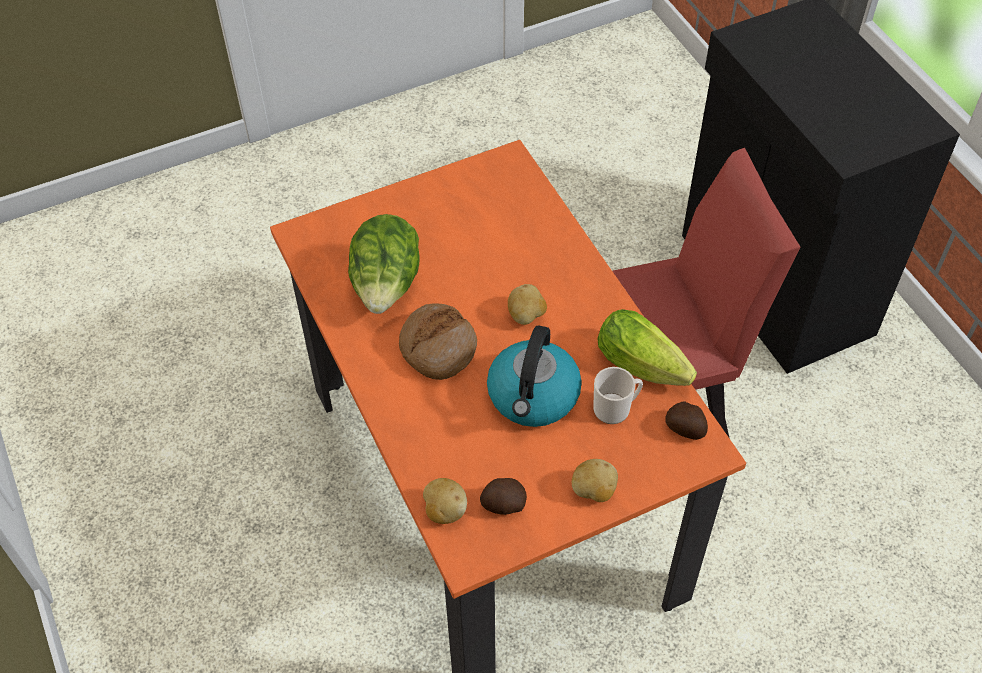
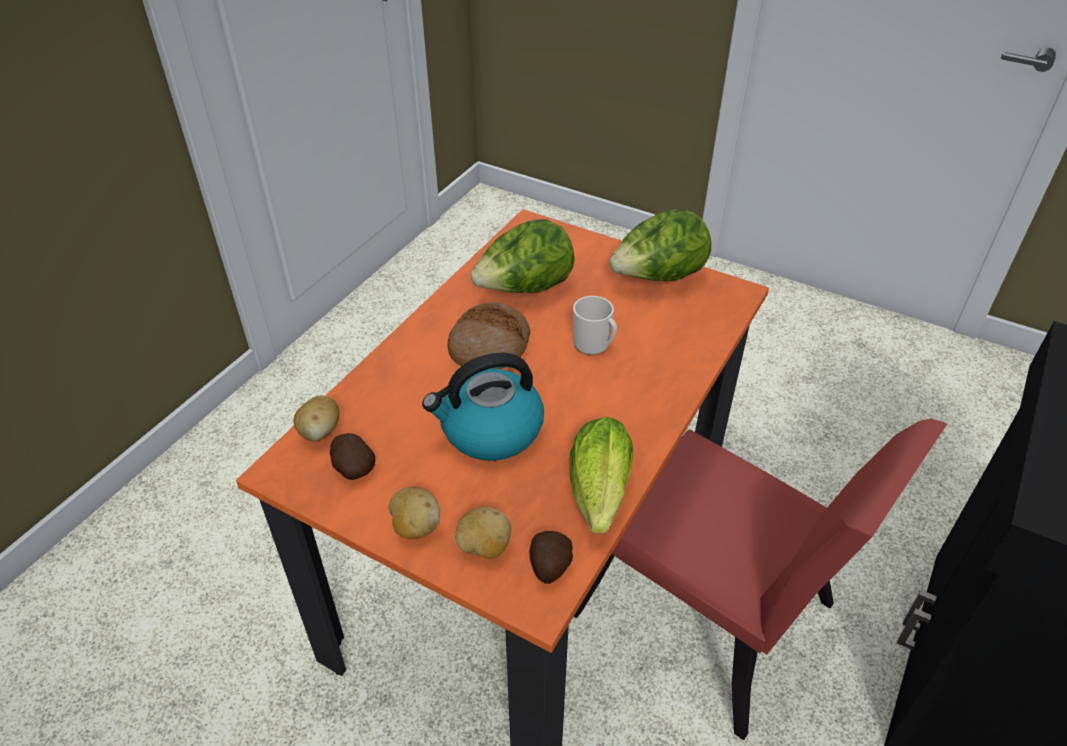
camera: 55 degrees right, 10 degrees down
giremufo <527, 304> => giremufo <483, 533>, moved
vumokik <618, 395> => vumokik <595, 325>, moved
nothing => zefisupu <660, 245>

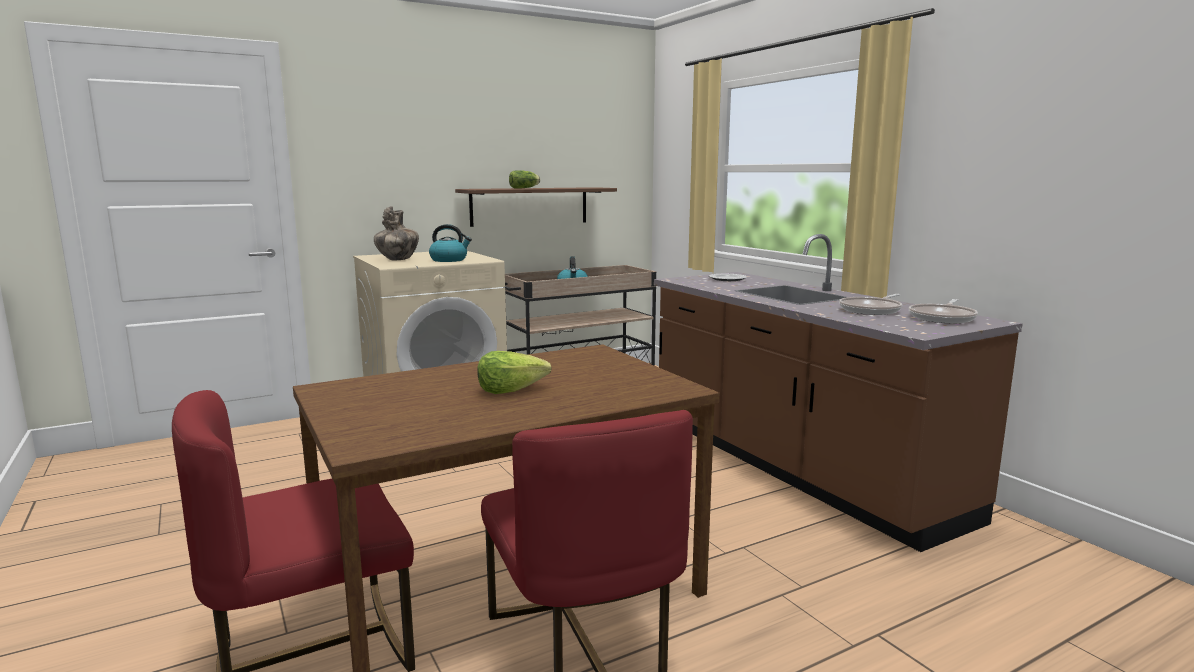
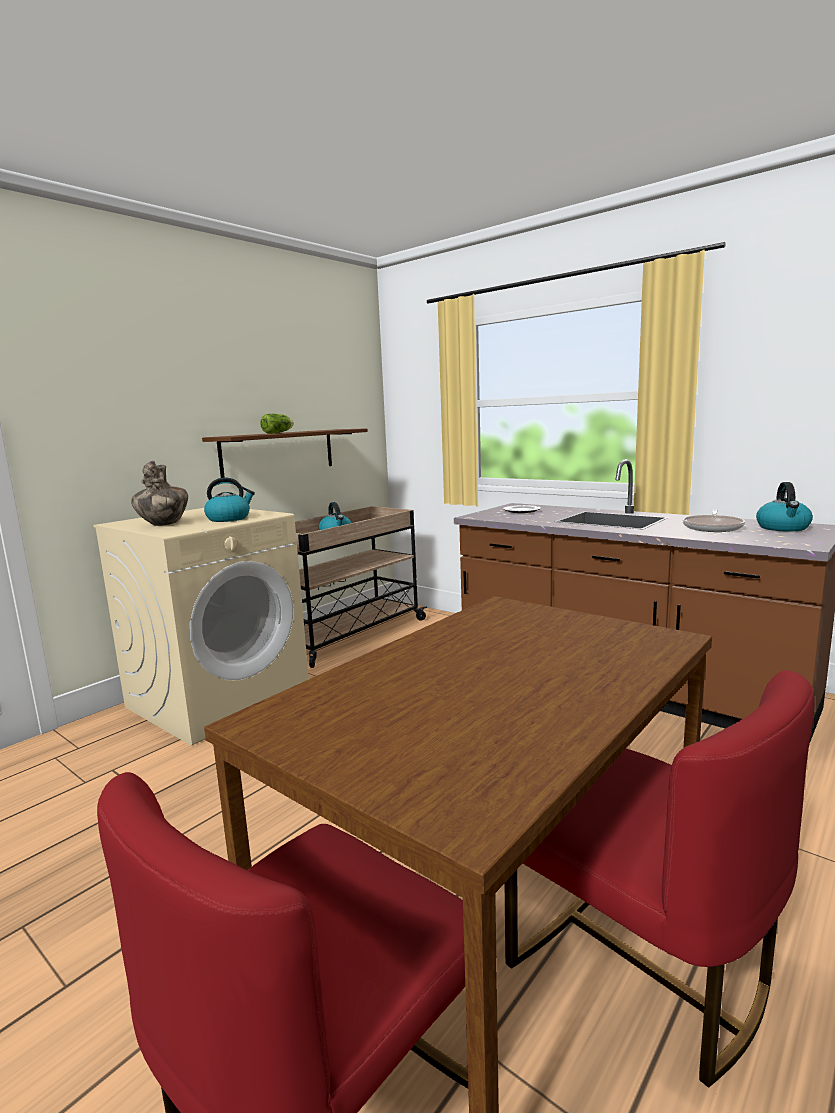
camera: 20 degrees left, 0 degrees up
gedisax <943, 311> => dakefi <784, 507>
zefisupu <514, 372> => nothing

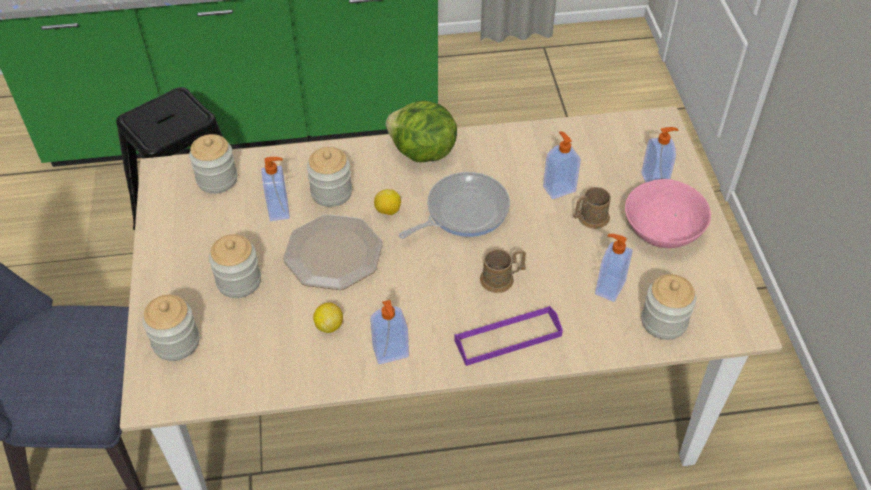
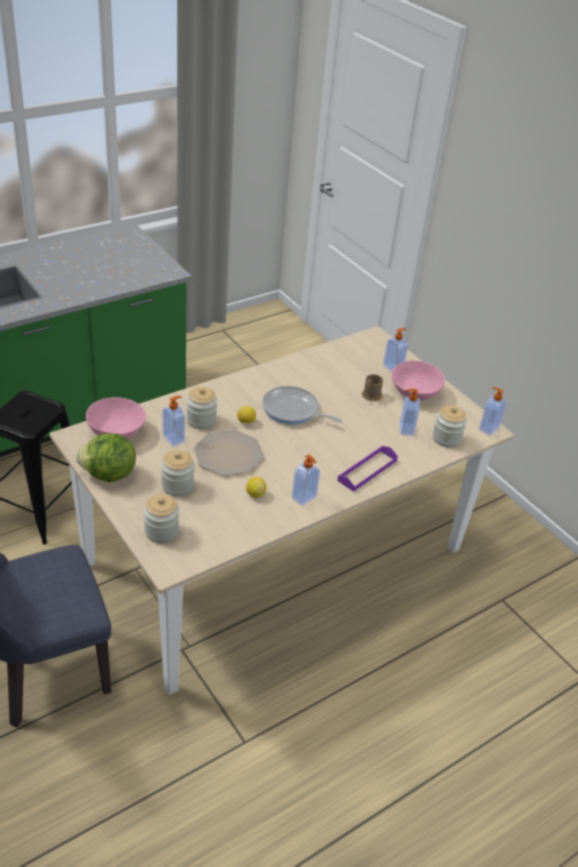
camera: 30 degrees left, 10 degrees down
zefisupu <421, 131> => zefisupu <106, 458>, moved
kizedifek <562, 165> => kizedifek <493, 411>, moved
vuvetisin <213, 164> => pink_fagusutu <116, 418>
gedisax <454, 205> => gedisax <302, 405>, 90 degrees counterclockwise
brown_vumokik <503, 271> => nothing

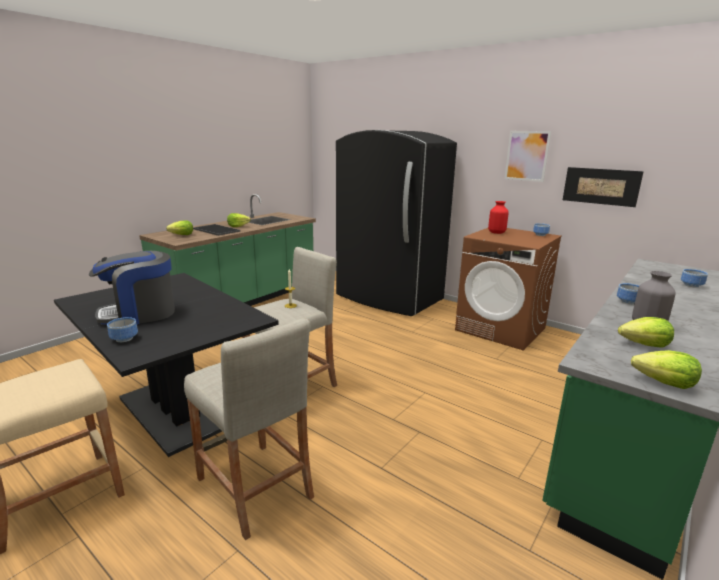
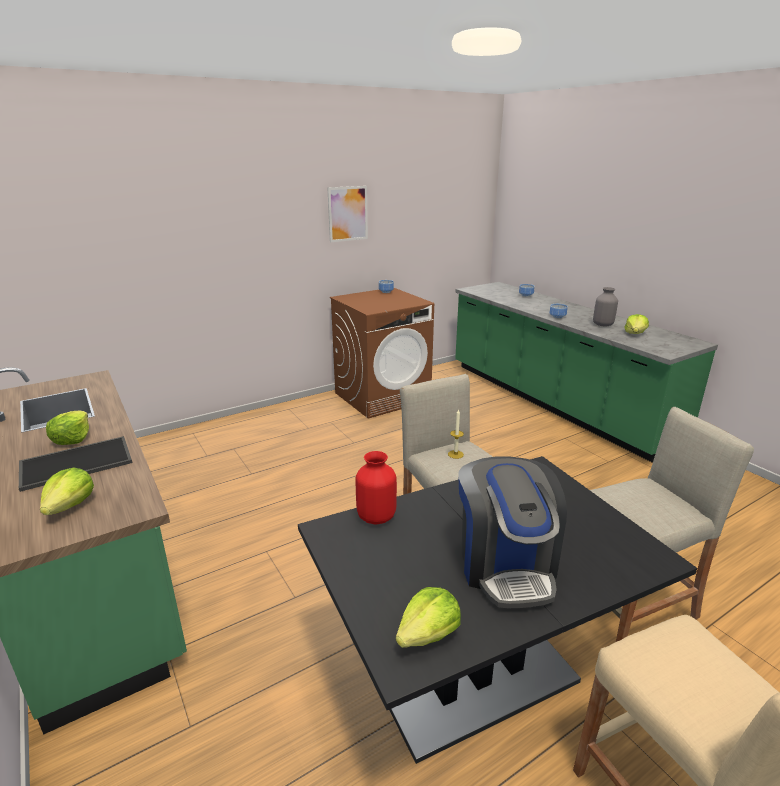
camera: 70 degrees left, 5 degrees up
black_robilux <396, 223> => nothing
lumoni <603, 187> => nothing
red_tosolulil <498, 217> => red_tosolulil <376, 487>, moved
fagusutu <122, 329> => nothing
zefisupu <666, 369> => zefisupu <428, 617>, moved

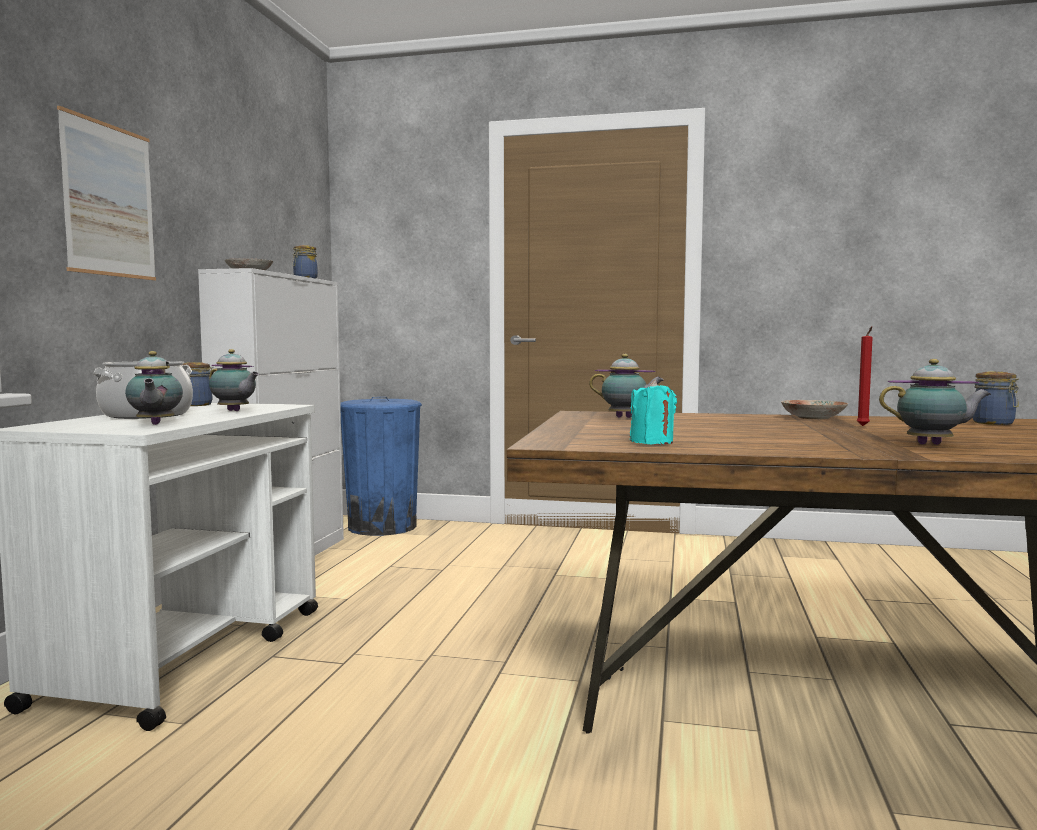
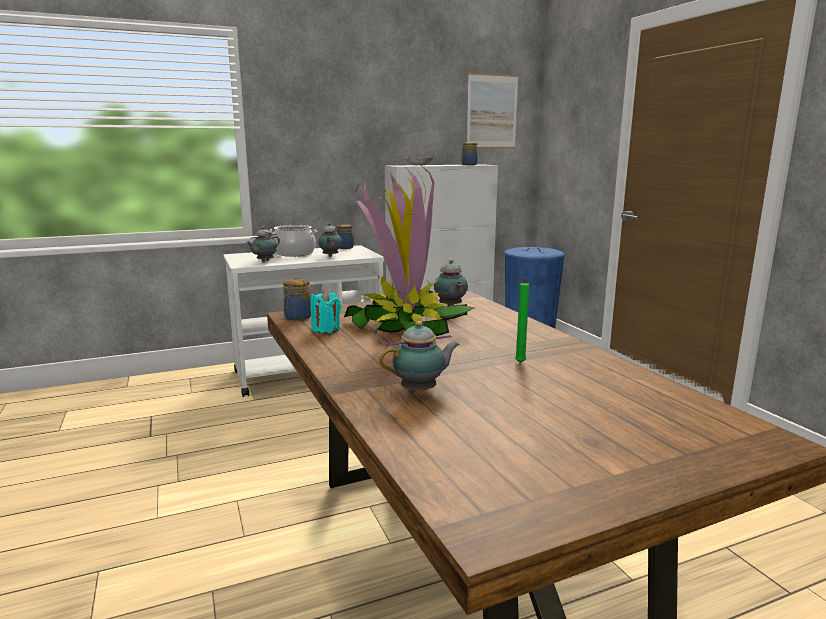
camera: 55 degrees right, 10 degrees up
lumoni <106, 193> => lumoni <493, 110>, moved
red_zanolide <865, 376> => green_zanolide <522, 319>
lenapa <935, 402> => lenapa <419, 356>, 90 degrees counterclockwise
vuvetisin <996, 398> => vuvetisin <297, 299>, moved
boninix <814, 410> => nothing
nothing => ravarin <409, 250>

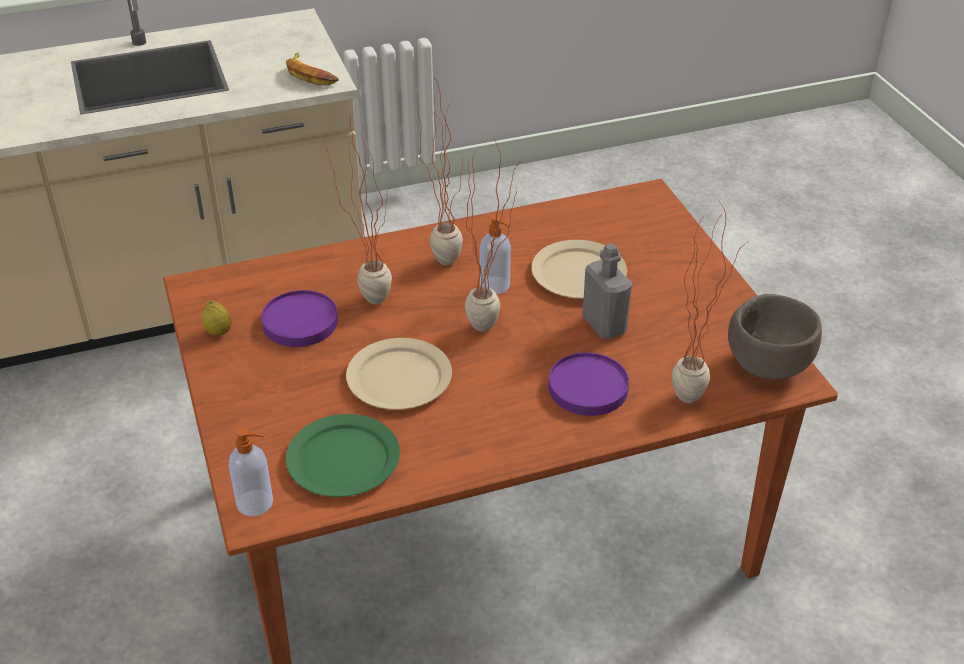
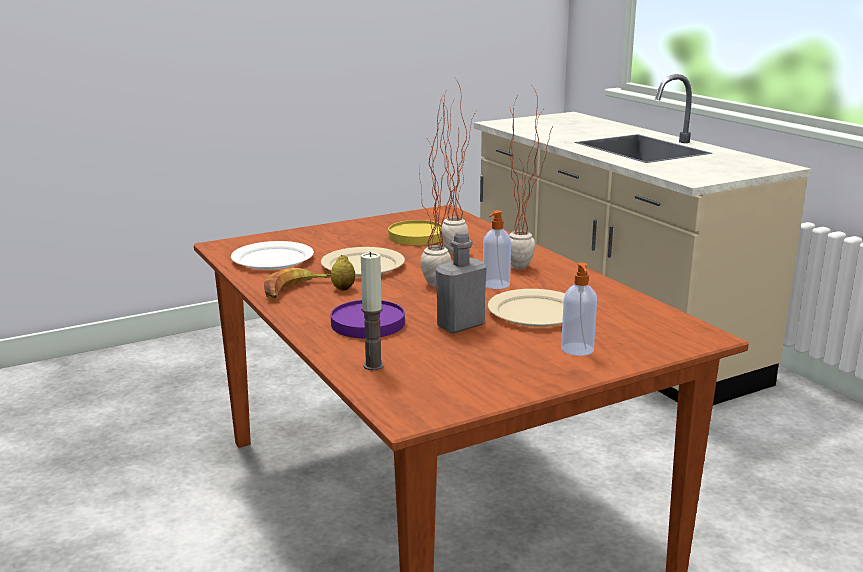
camera: 80 degrees right, 20 degrees down
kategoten <312, 68> => kategoten <297, 283>, moved
ravarin <709, 301> => zanolide <372, 311>
purple_boninix <299, 318> => yellow_boninix <414, 232>
brown_fagusutu <775, 336> => nothing
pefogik <216, 318> => pefogik <343, 273>, moved
green_boninix <343, 455> => white_boninix <272, 255>
kizedifek <250, 472> => kizedifek <579, 309>, moved

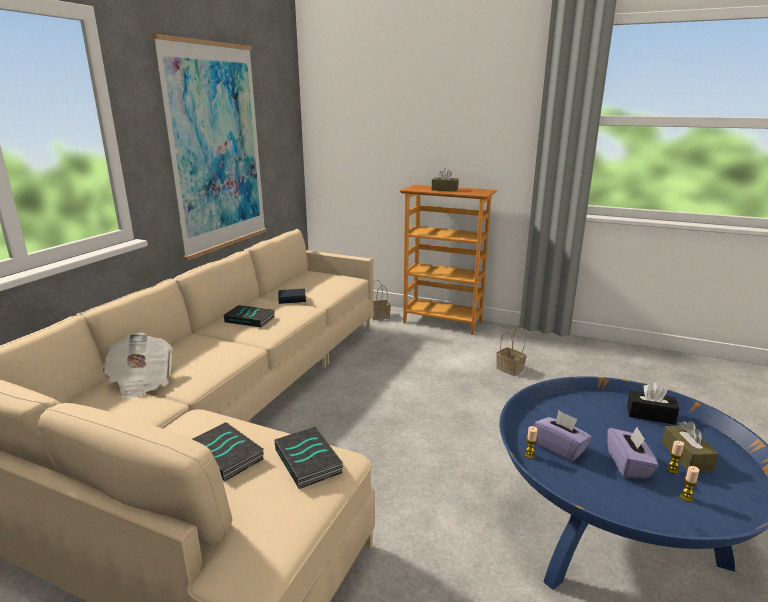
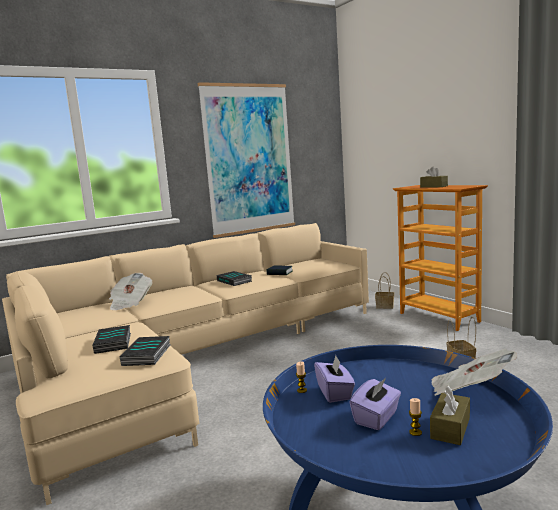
camera: 35 degrees right, 10 degrees down
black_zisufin <653, 404> => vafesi <474, 372>
zanolide <689, 484> => nothing

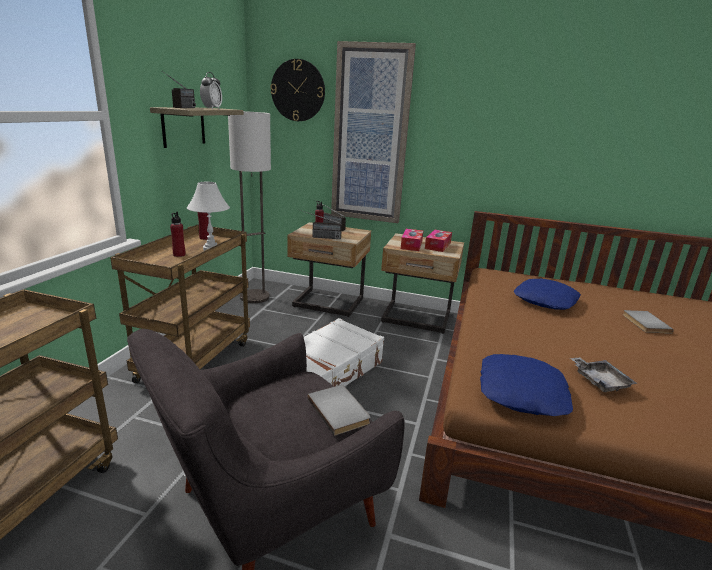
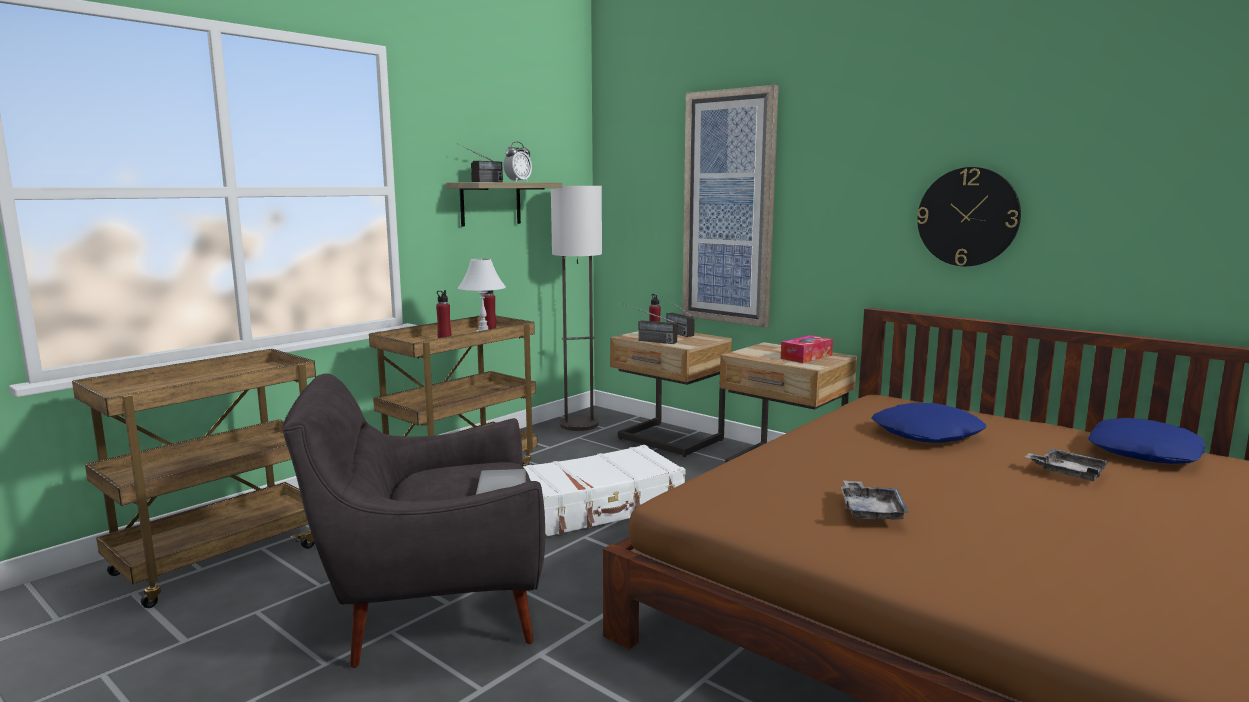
camera: 25 degrees right, 10 degrees down
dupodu <297, 90> => dupodu <969, 216>, moved
zisufin <412, 240> => nothing
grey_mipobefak <648, 322> => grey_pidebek <1067, 464>
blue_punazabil <526, 385> => blue_punazabil <1146, 441>, moved

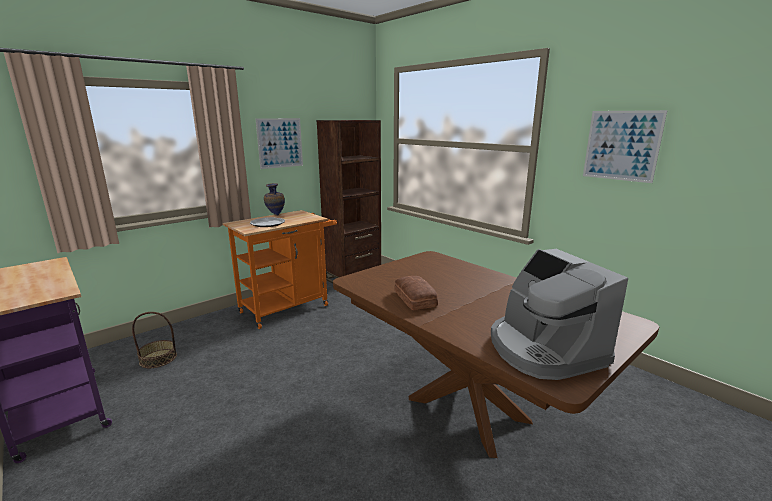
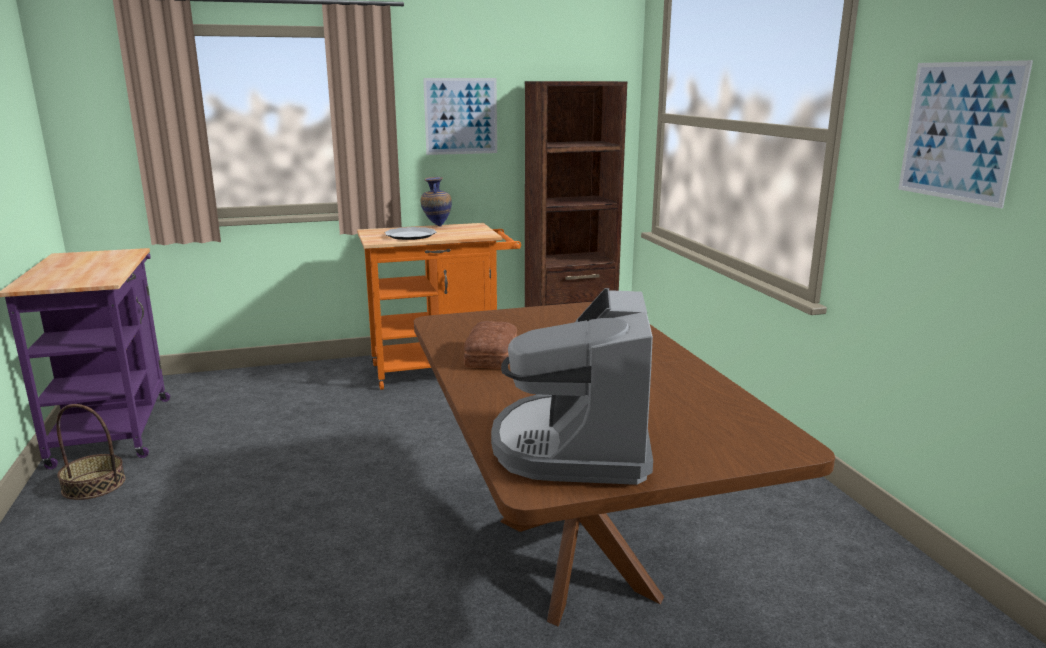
camera: 25 degrees right, 0 degrees up
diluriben <154, 340> => diluriben <90, 452>, moved

